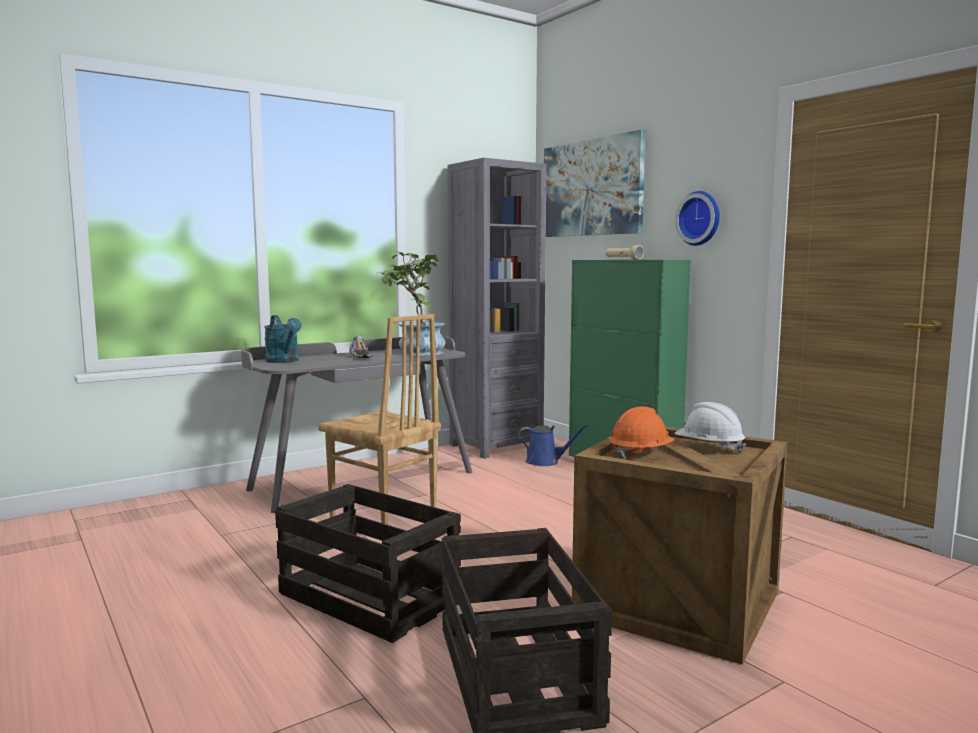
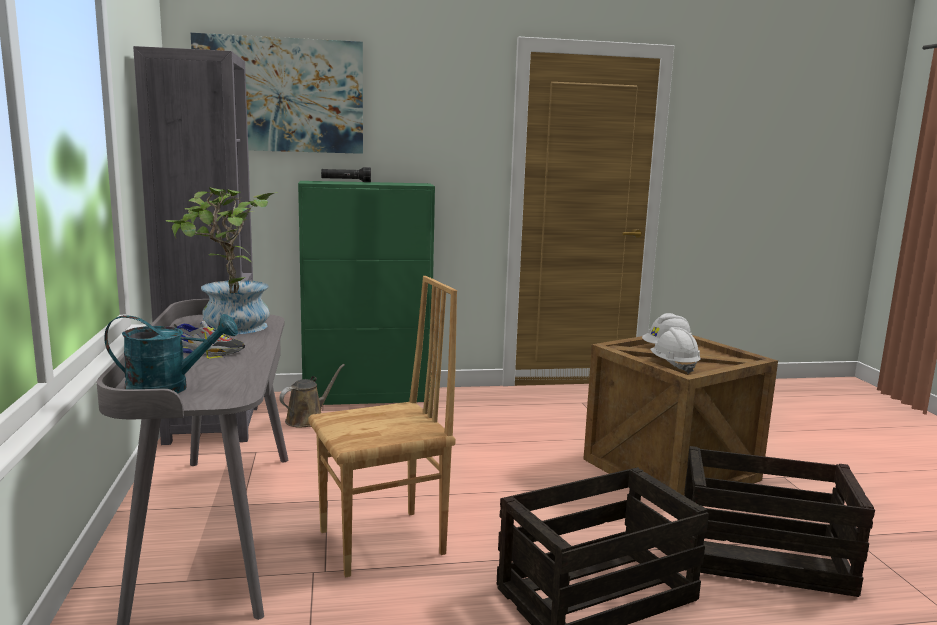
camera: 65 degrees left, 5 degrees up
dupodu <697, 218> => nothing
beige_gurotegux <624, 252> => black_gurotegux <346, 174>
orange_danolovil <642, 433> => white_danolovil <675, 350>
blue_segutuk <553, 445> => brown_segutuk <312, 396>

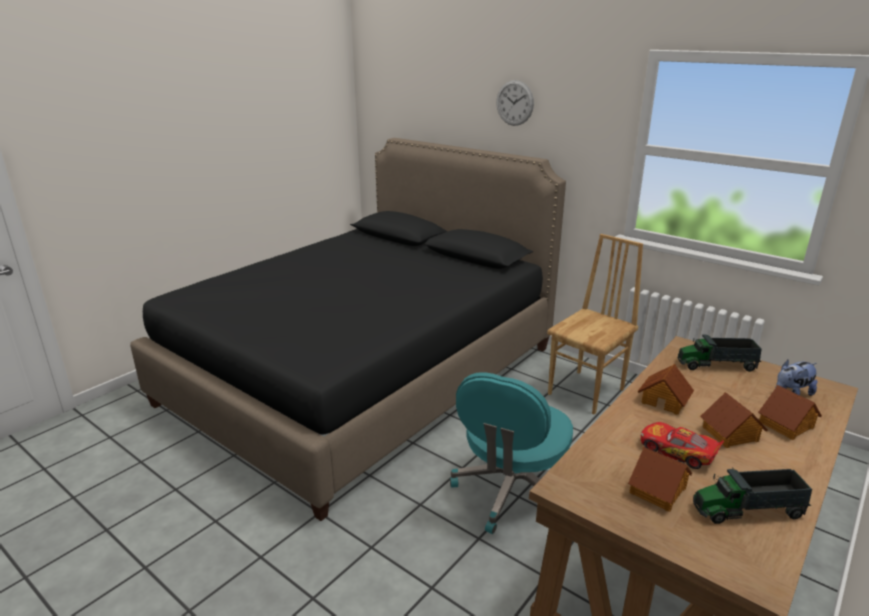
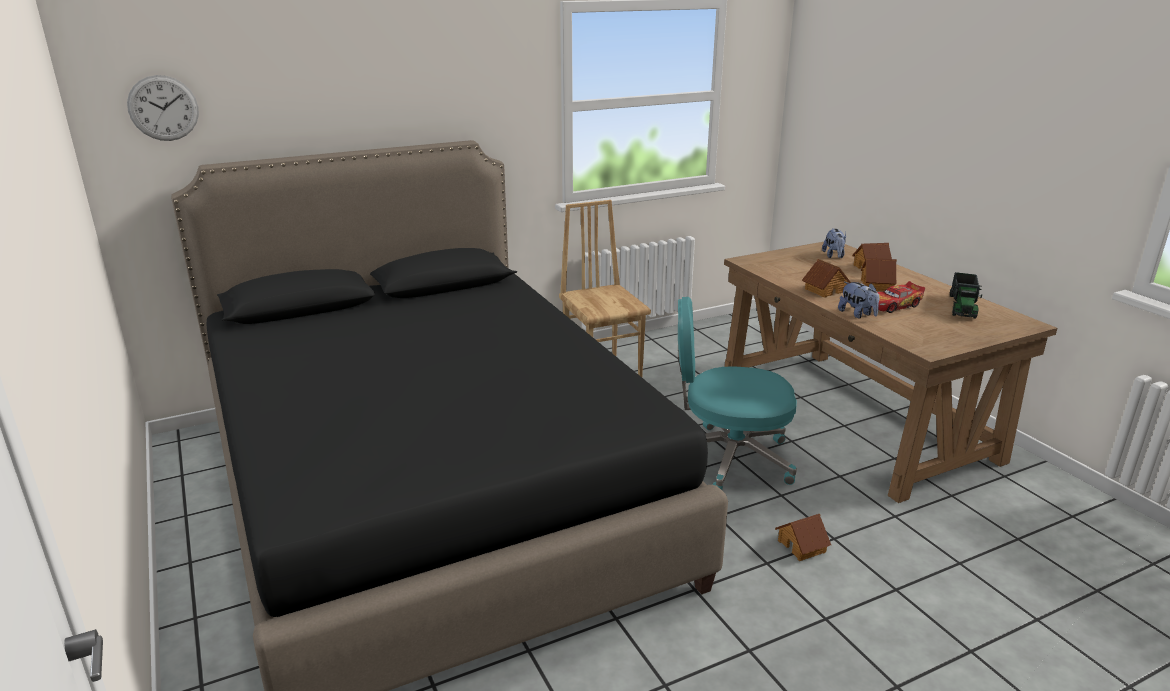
camera: 65 degrees left, 0 degrees up
dupodu <515, 103> => dupodu <163, 108>, moved
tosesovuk <719, 353> => nothing
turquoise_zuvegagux <511, 453> => turquoise_zuvegagux <737, 393>, 135 degrees clockwise
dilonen <660, 479> => dilonen <803, 537>, moved
nothing => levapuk <858, 300>

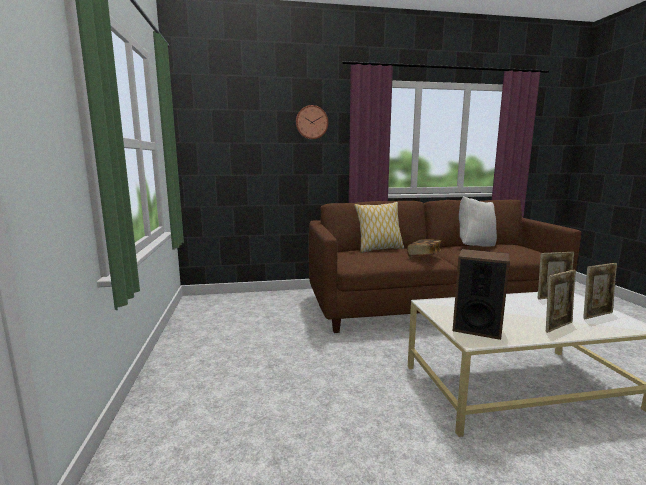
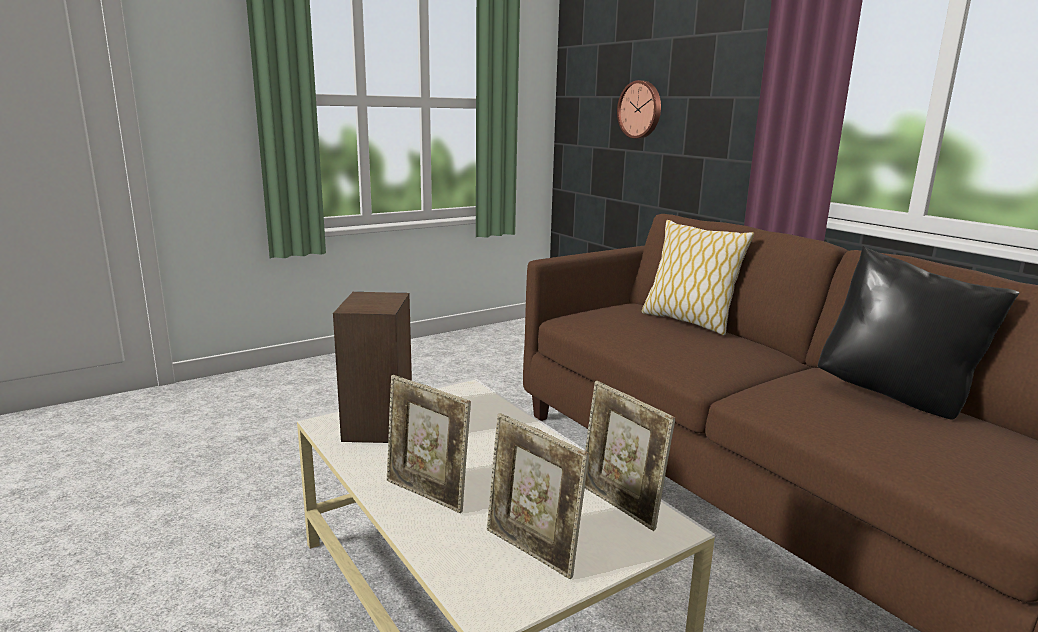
camera: 65 degrees right, 5 degrees up
dupodu <312, 122> => dupodu <639, 109>, moved
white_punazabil <478, 221> => black_punazabil <918, 332>
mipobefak <424, 247> => nothing

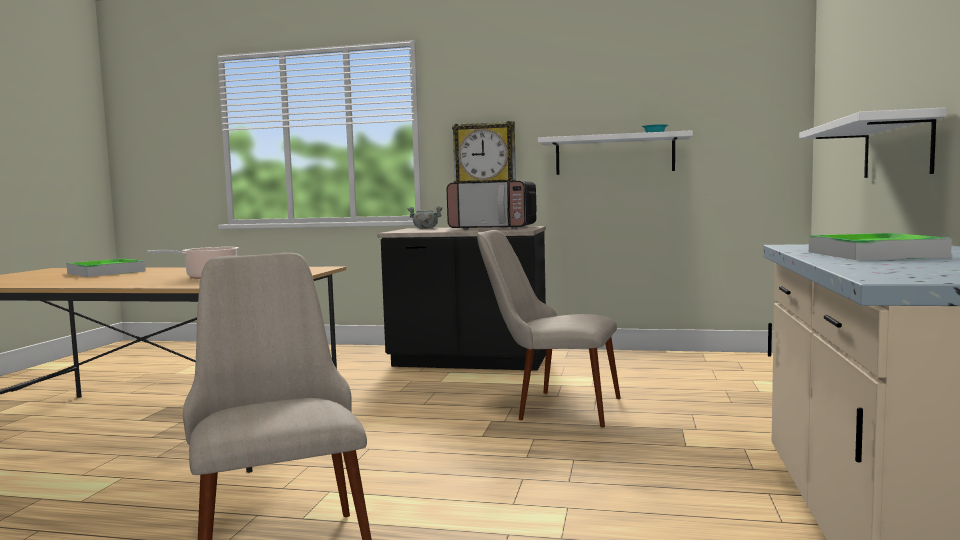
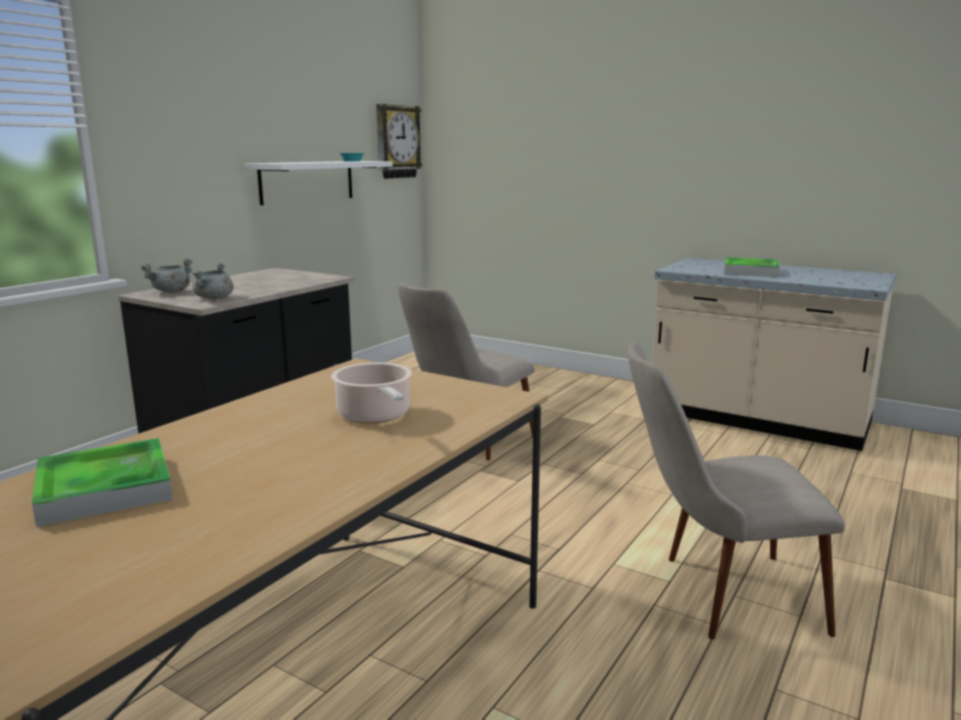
camera: 70 degrees left, 10 degrees up
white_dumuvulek <873, 142> => nothing
dupodu <484, 152> => dupodu <399, 141>, moved
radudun <491, 205> => nothing
nothing => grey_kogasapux <212, 281>

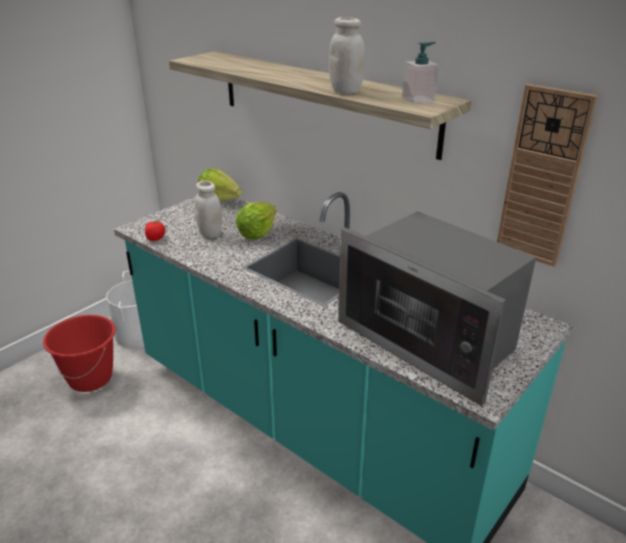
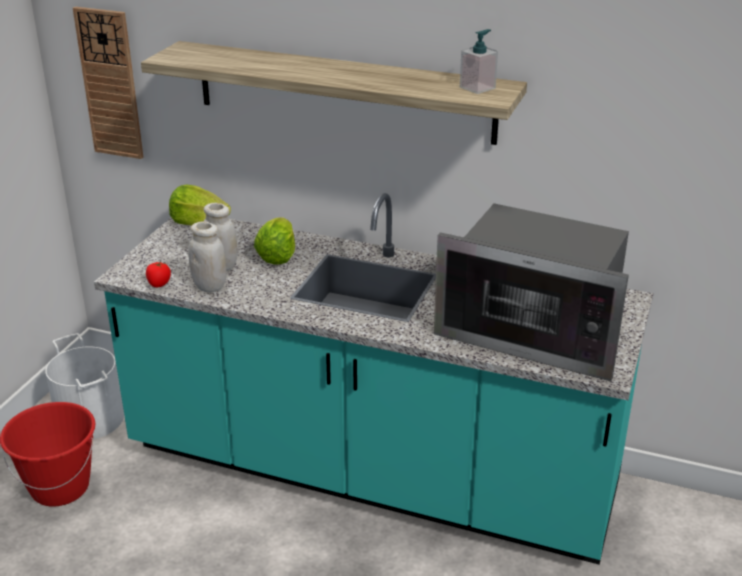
camera: 20 degrees left, 0 degrees up
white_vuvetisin <347, 55> => white_vuvetisin <207, 256>, moved
dupodu <547, 175> => dupodu <108, 83>, moved

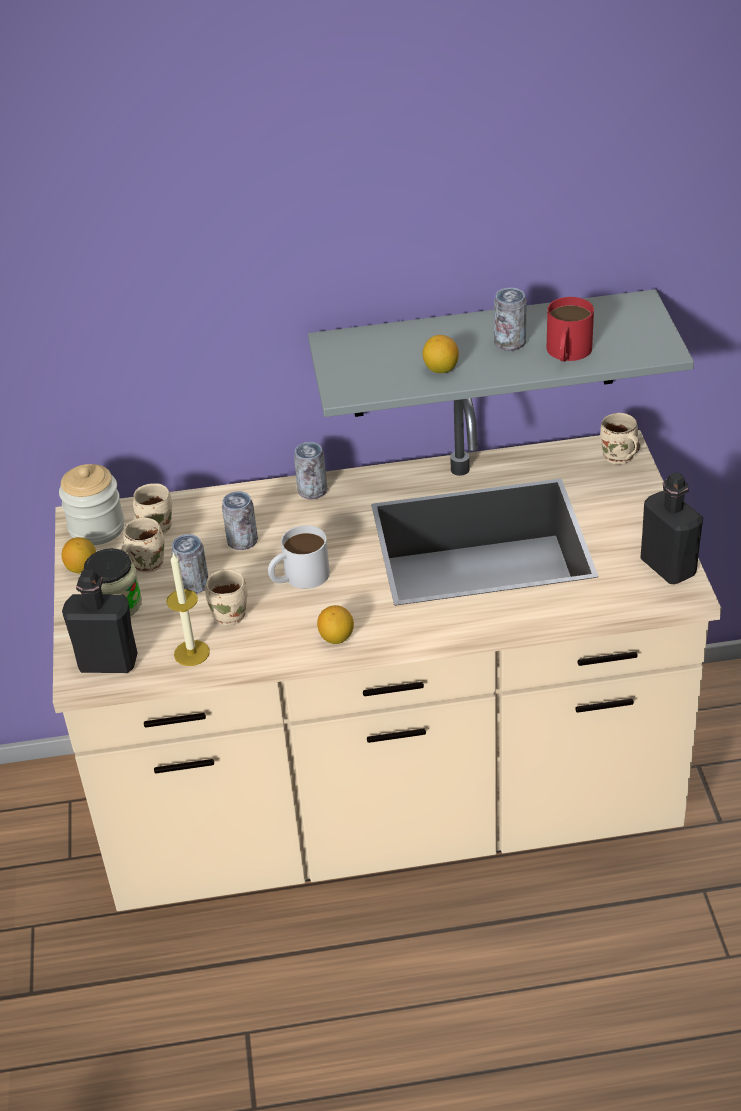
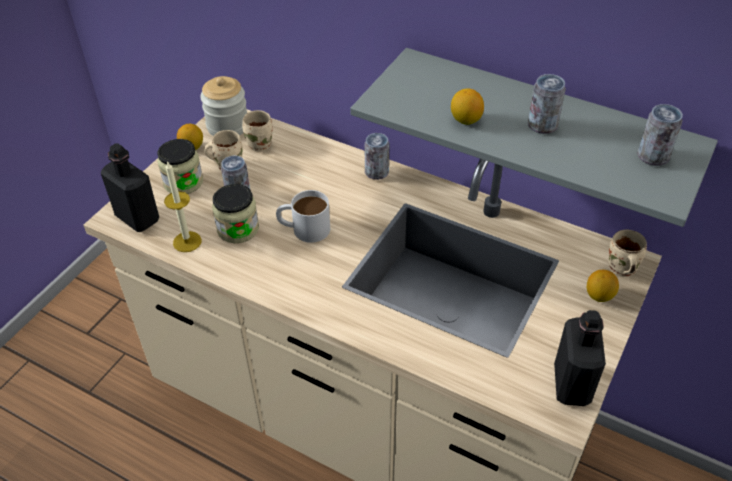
camera: 35 degrees right, 5 degrees up
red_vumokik <570, 329> => nothing
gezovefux <240, 520> => gezovefux <660, 135>, moved
beige_vumokik <226, 597> => vuvetisin <235, 213>
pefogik <335, 624> => pefogik <603, 286>, moved

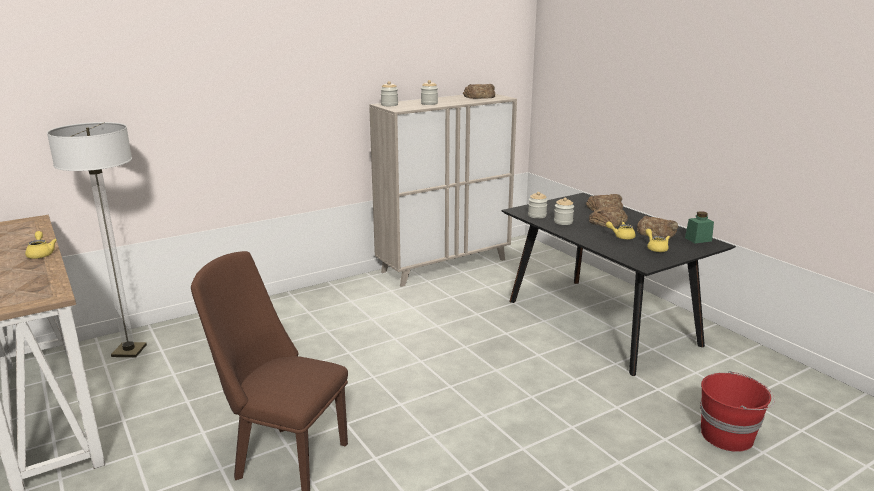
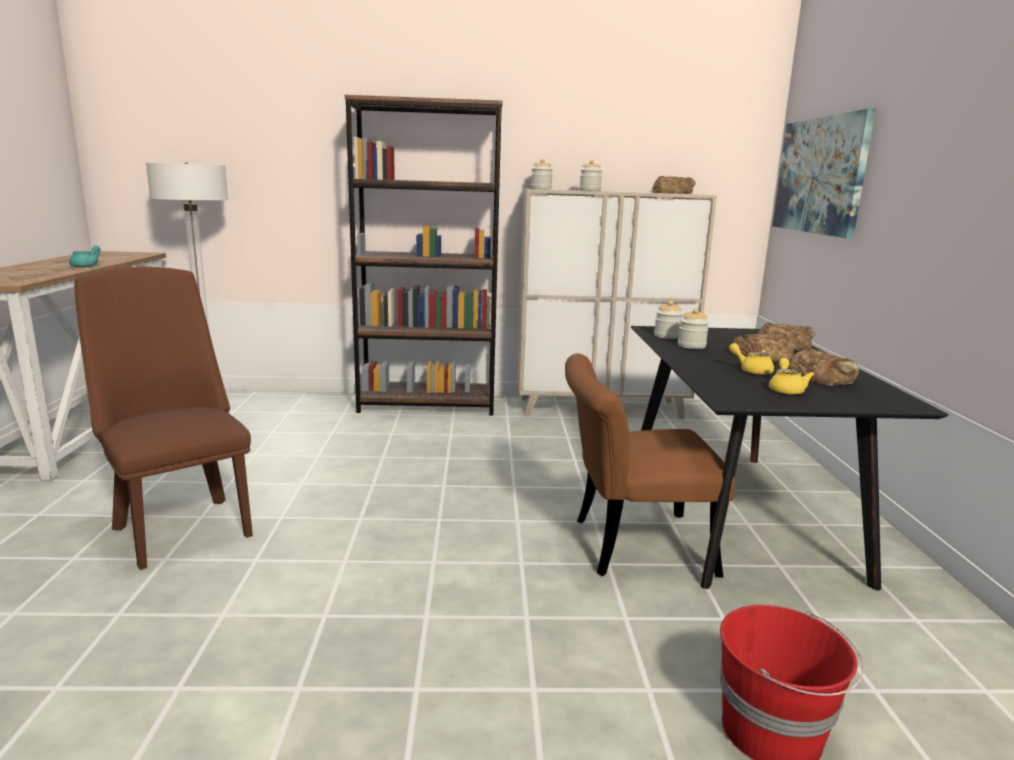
camera: 30 degrees right, 5 degrees down
green_vuvetisin <699, 227> => nothing
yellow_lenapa <41, 245> => turquoise_lenapa <85, 256>
nothing => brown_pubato <424, 255>
nothing => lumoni <824, 174>
nothing => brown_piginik <650, 465>

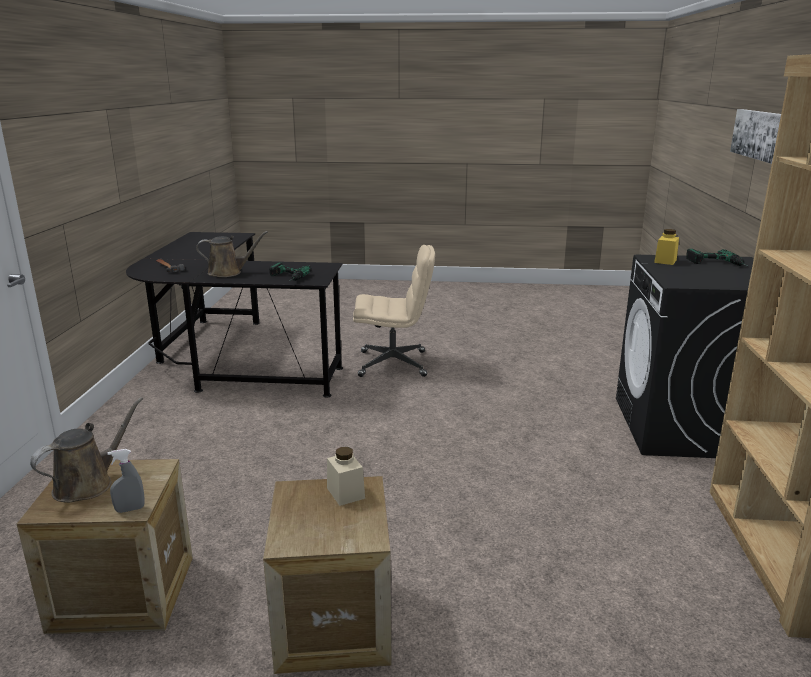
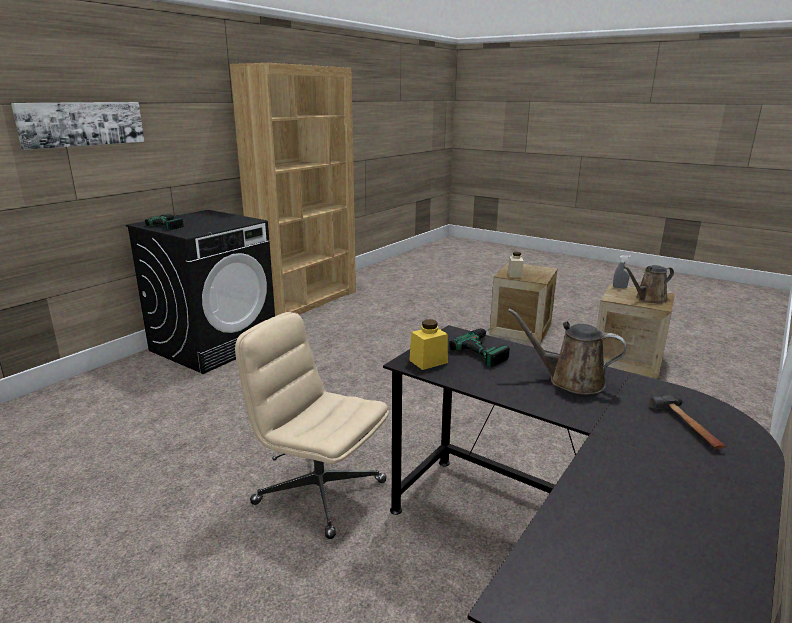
camera: 150 degrees left, 0 degrees up
yellow_vuvetisin <666, 247> => yellow_vuvetisin <428, 344>, moved

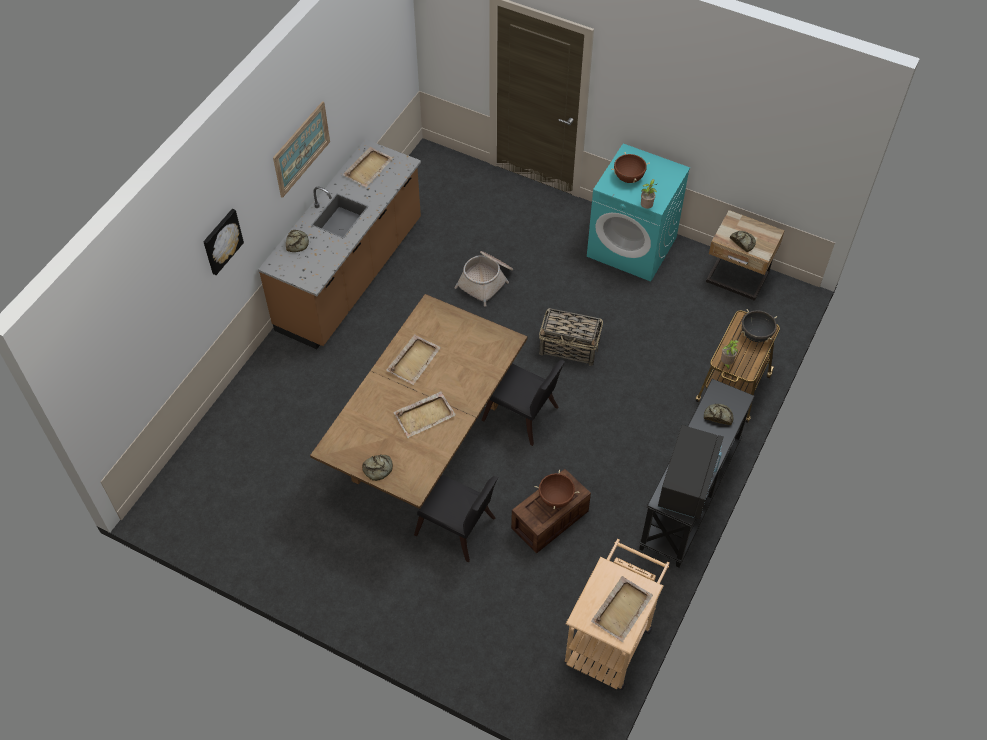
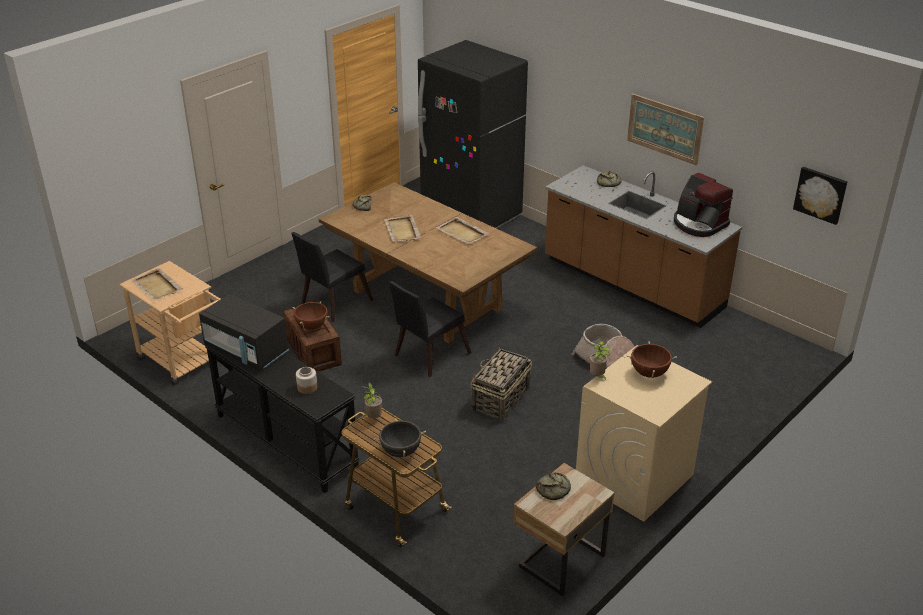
camera: 105 degrees right, 20 degrees down
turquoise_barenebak <638, 213> => beige_barenebak <644, 433>
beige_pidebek <368, 167> => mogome <703, 204>
lumoni <223, 242> => lumoni <820, 196>, moved
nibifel <719, 414> => vuvetisin <306, 380>
nothing => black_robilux <473, 134>

